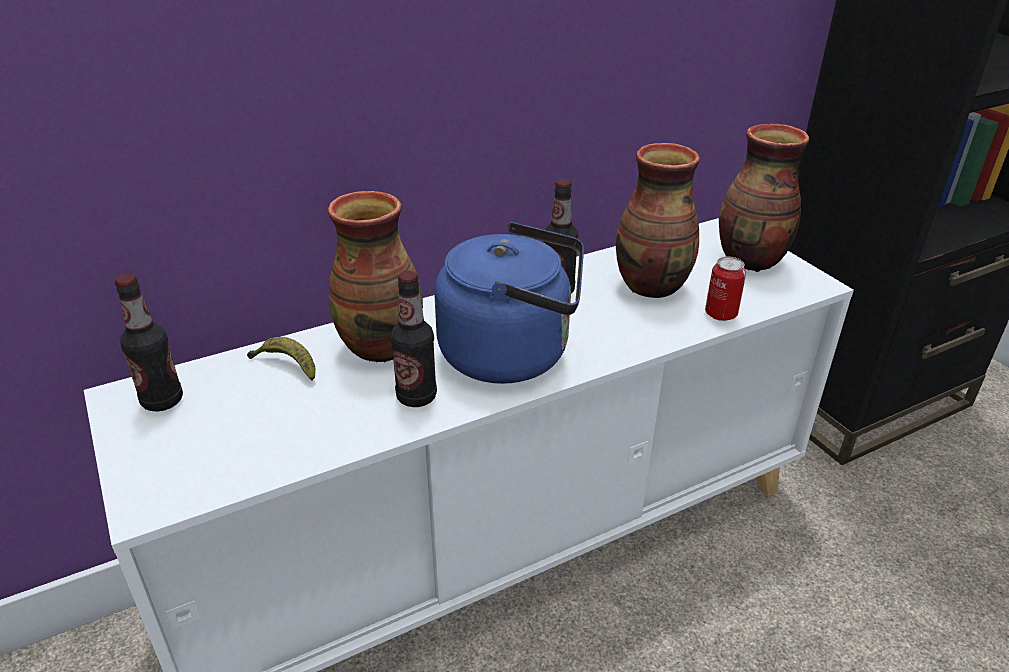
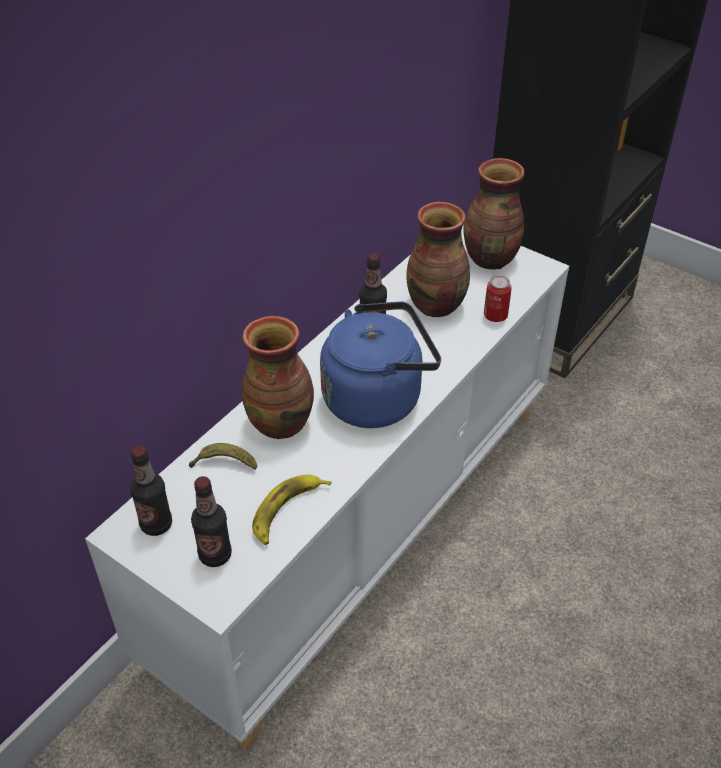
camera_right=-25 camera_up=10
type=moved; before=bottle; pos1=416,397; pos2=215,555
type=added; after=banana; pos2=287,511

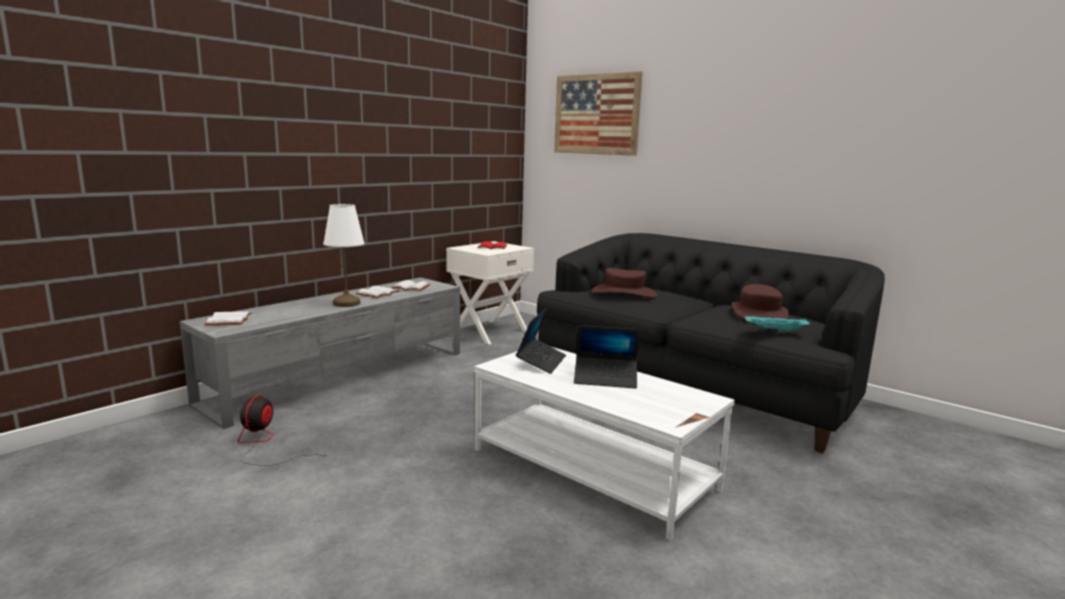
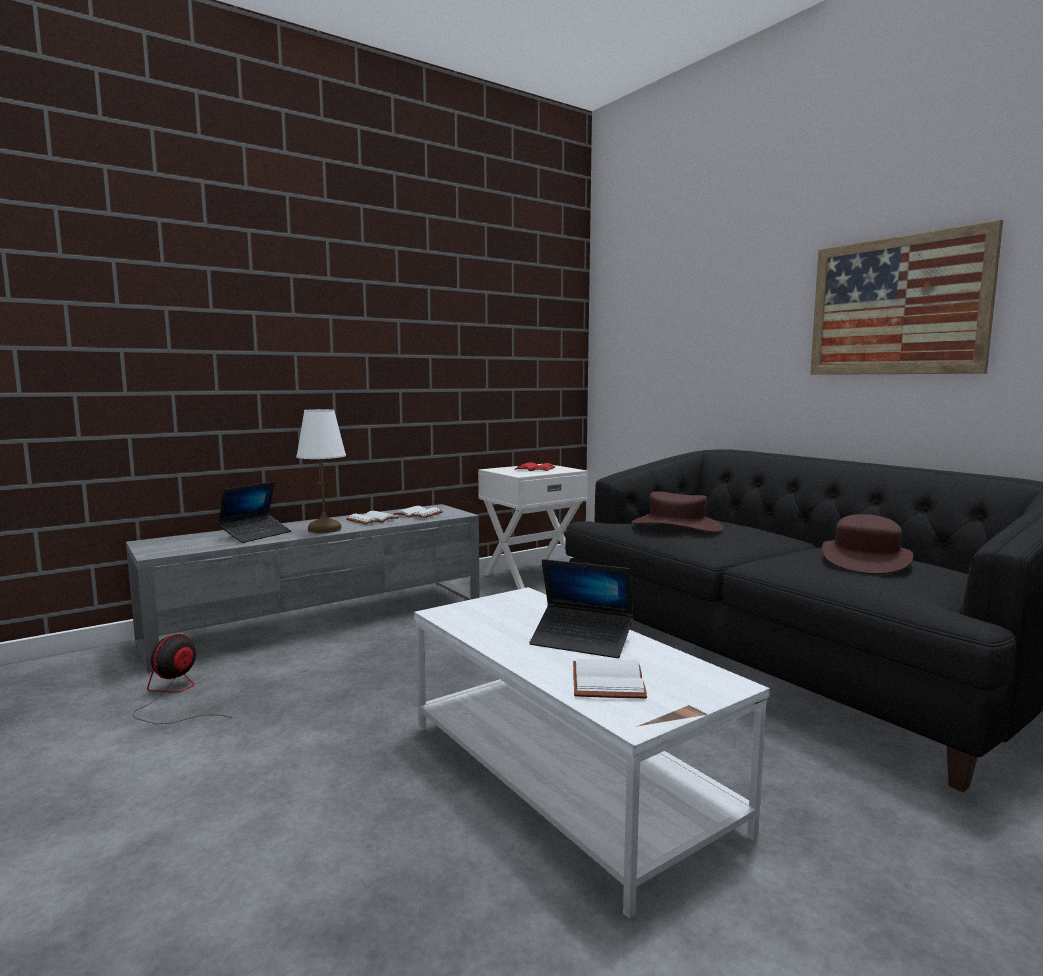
camera_right=15 camera_up=-5
type=moved; before=laptop; pos1=541,362; pos2=256,535
type=moved; before=book/white; pos1=227,320; pos2=605,681
type=moved; before=picture; pos1=596,114; pos2=897,306
type=removed; before=tray/turquoise; pos1=775,331

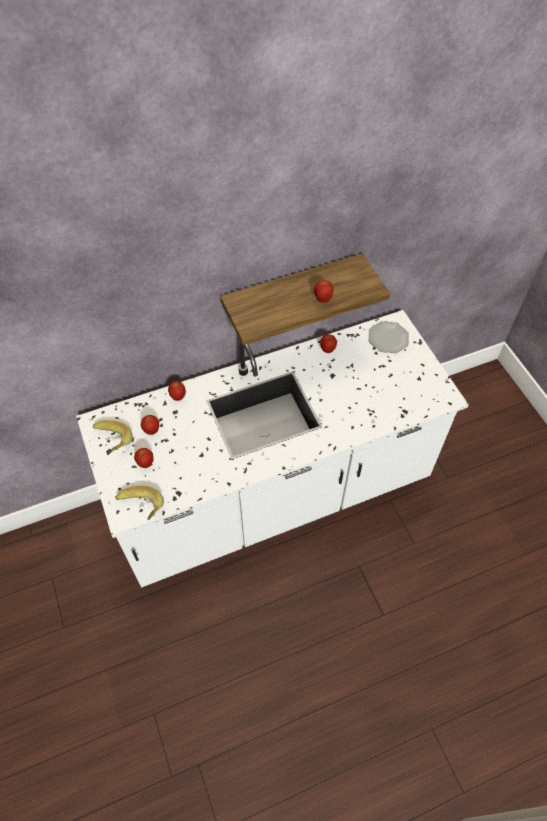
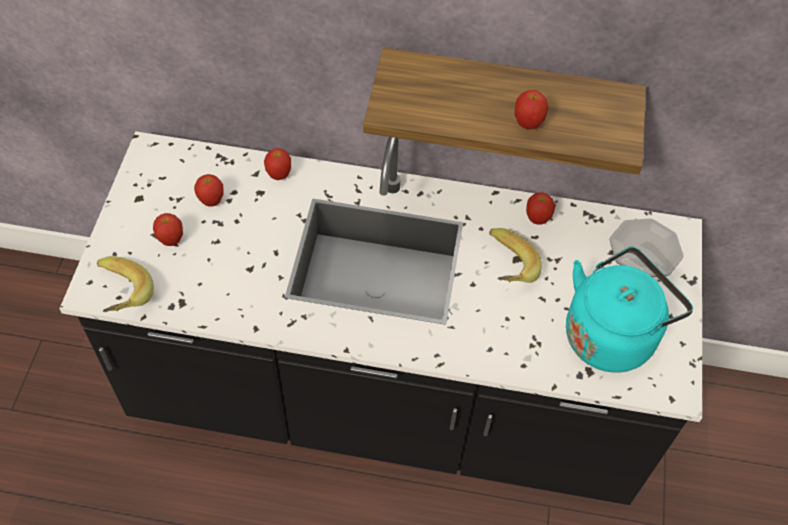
camera_right=30 camera_up=0
type=recoloured; before=counter/white; after=counter/black; pos1=273,495; pos2=387,398
type=moved; before=banana; pos1=112,443; pos2=504,269
type=added; after=kettle/turquoise; pos2=612,333

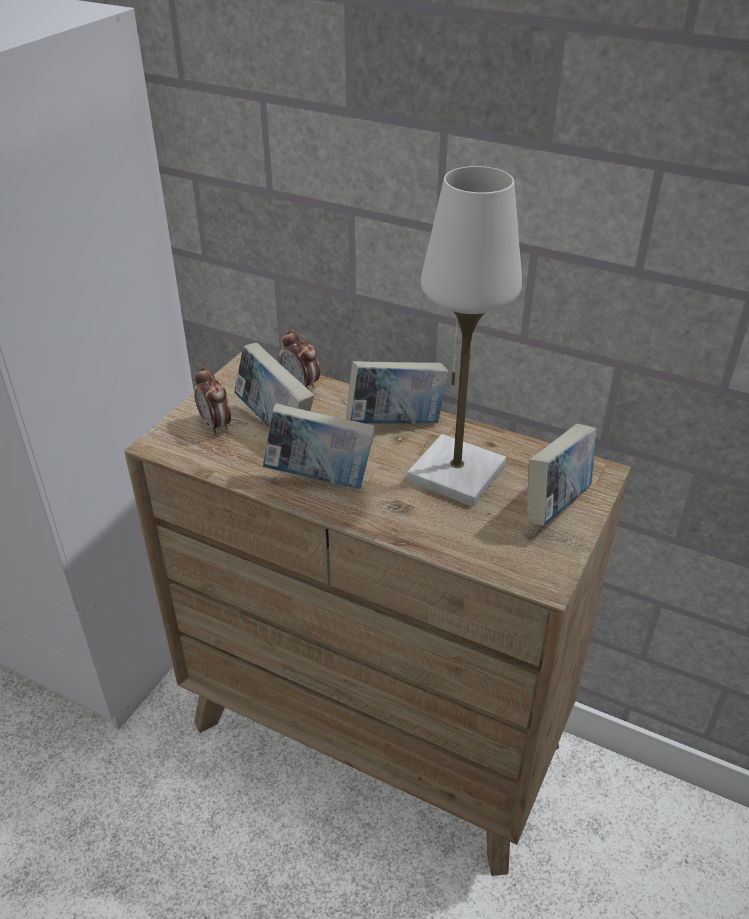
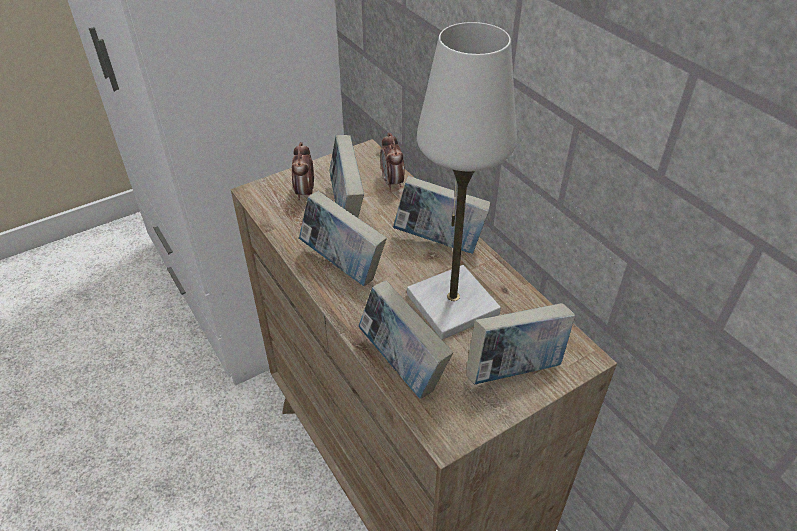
camera_right=30 camera_up=5
type=added; after=book; pos2=402,366

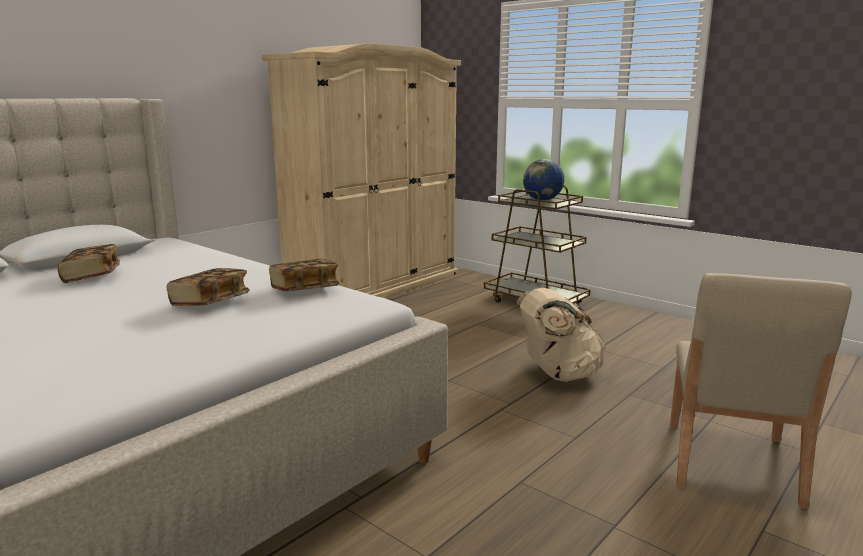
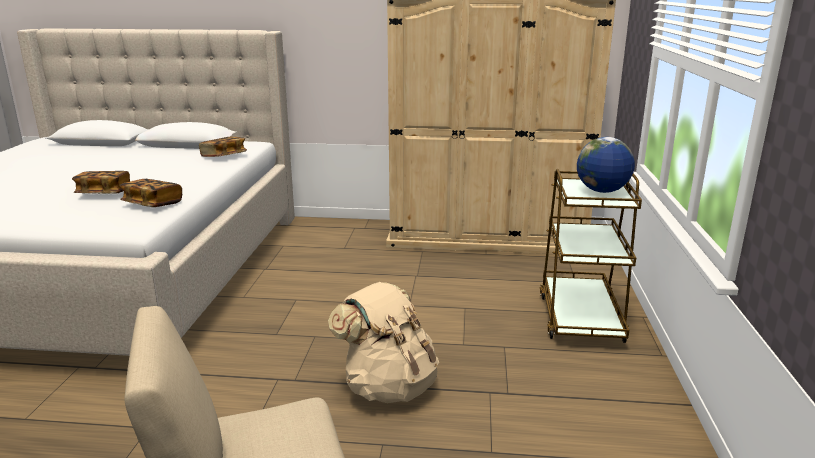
camera_right=55 camera_up=5
type=moved; before=book; pos1=92,276; pos2=224,156

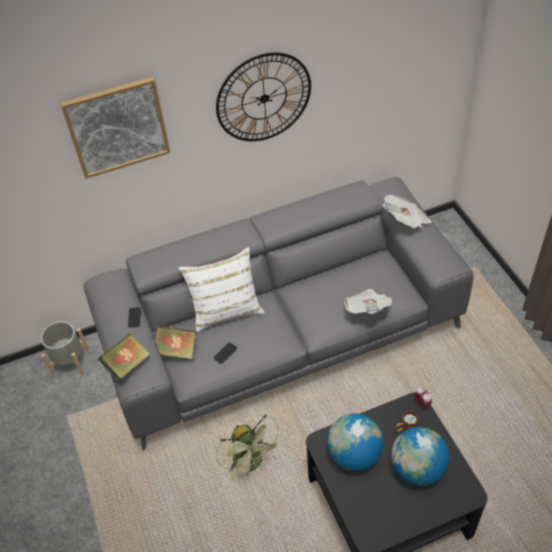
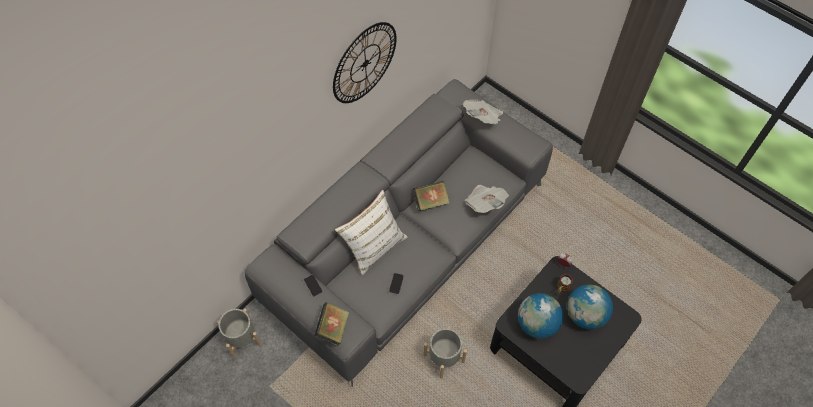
camera_right=-30 camera_up=10
type=moved; before=book; pos1=176,350; pos2=431,201
type=replaced; before=fan/green; after=planter/grey; pos1=252,463; pos2=443,358
type=removed; before=picture; pos1=117,127

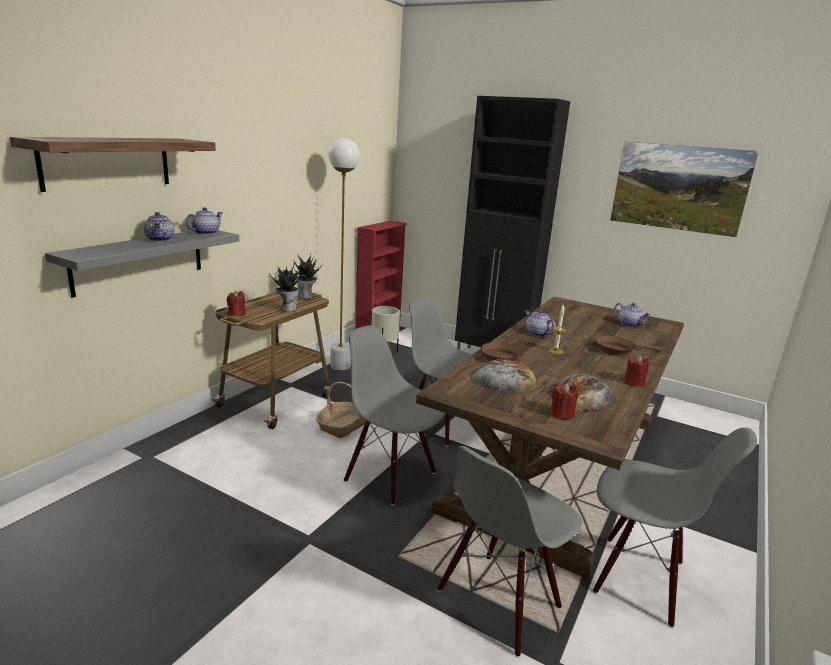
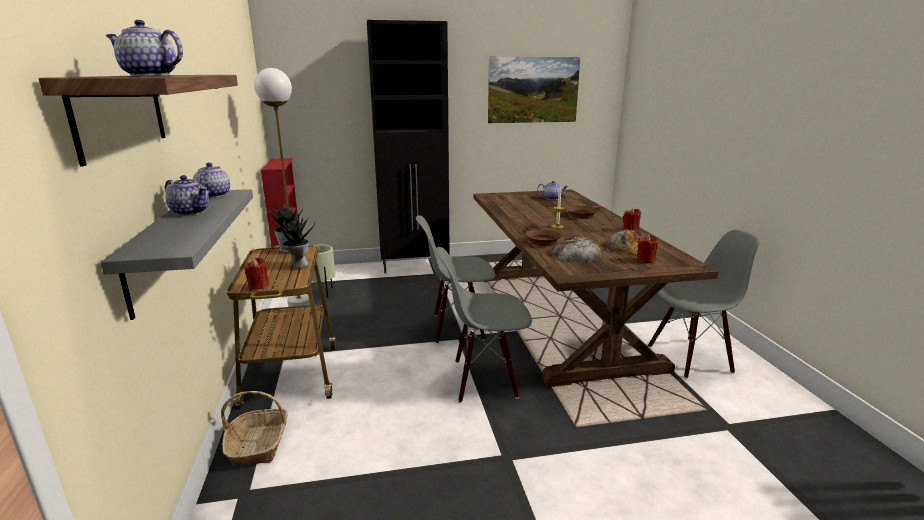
camera_right=-40 camera_up=0
type=moved; before=teapot; pos1=537,333; pos2=149,76
type=moved; before=basket; pos1=344,425; pos2=259,444
type=removed; before=chair/grey; pos1=499,601

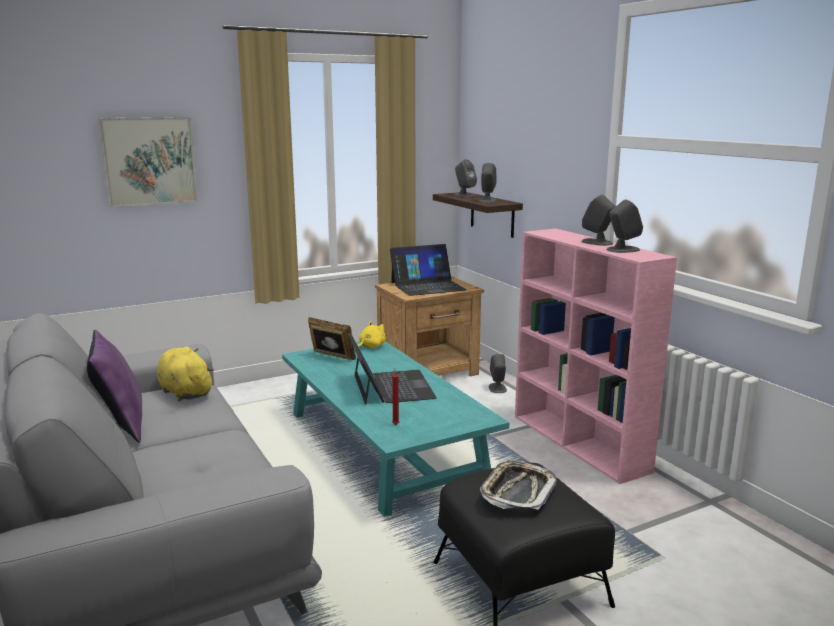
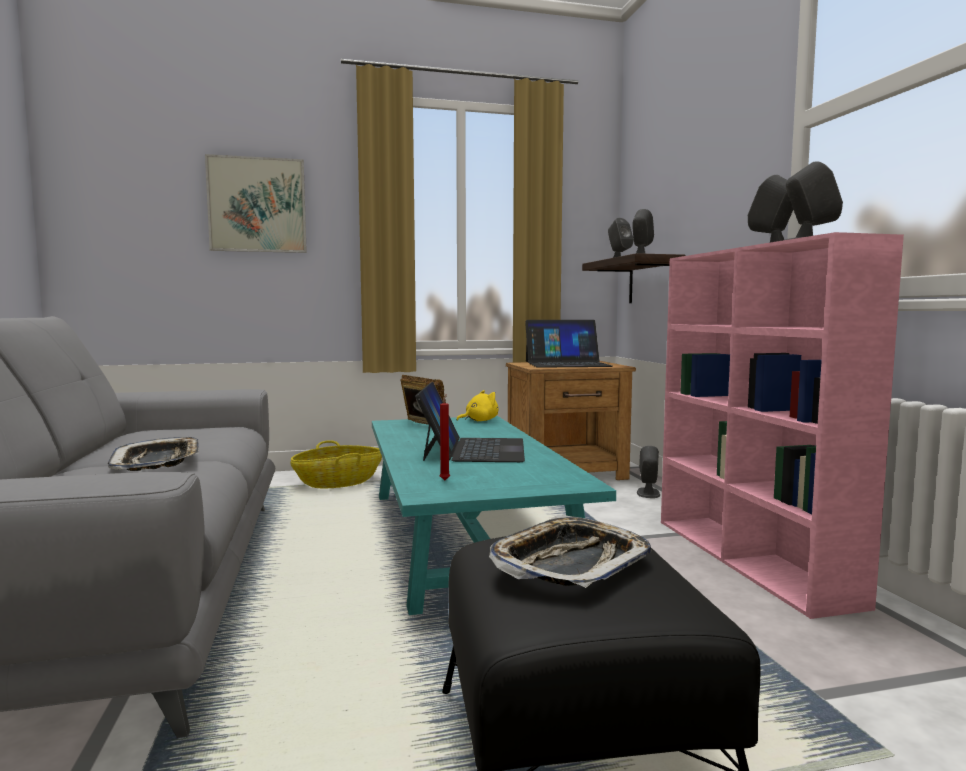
camera_right=15 camera_up=-10
type=added; after=tray; pos2=158,462
type=added; after=basket; pos2=338,482
type=removed; before=pillow/purple; pos1=121,425
type=removed; before=plush toy/yellow; pos1=185,392

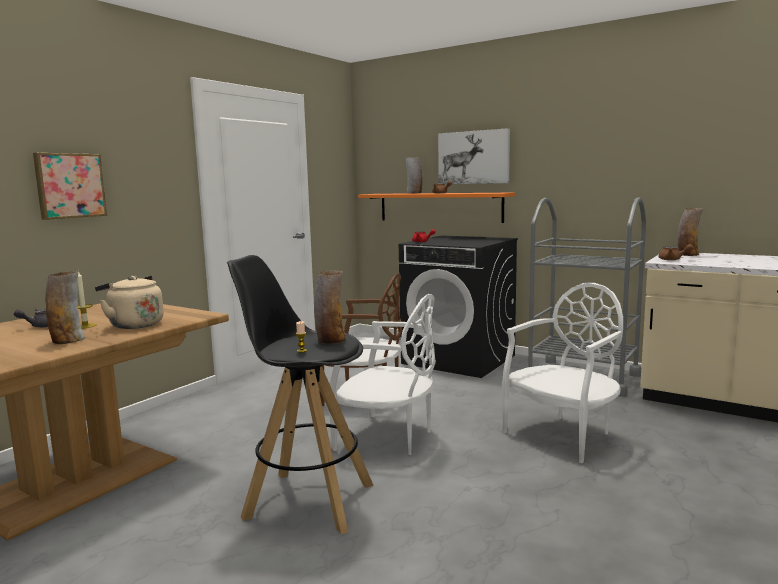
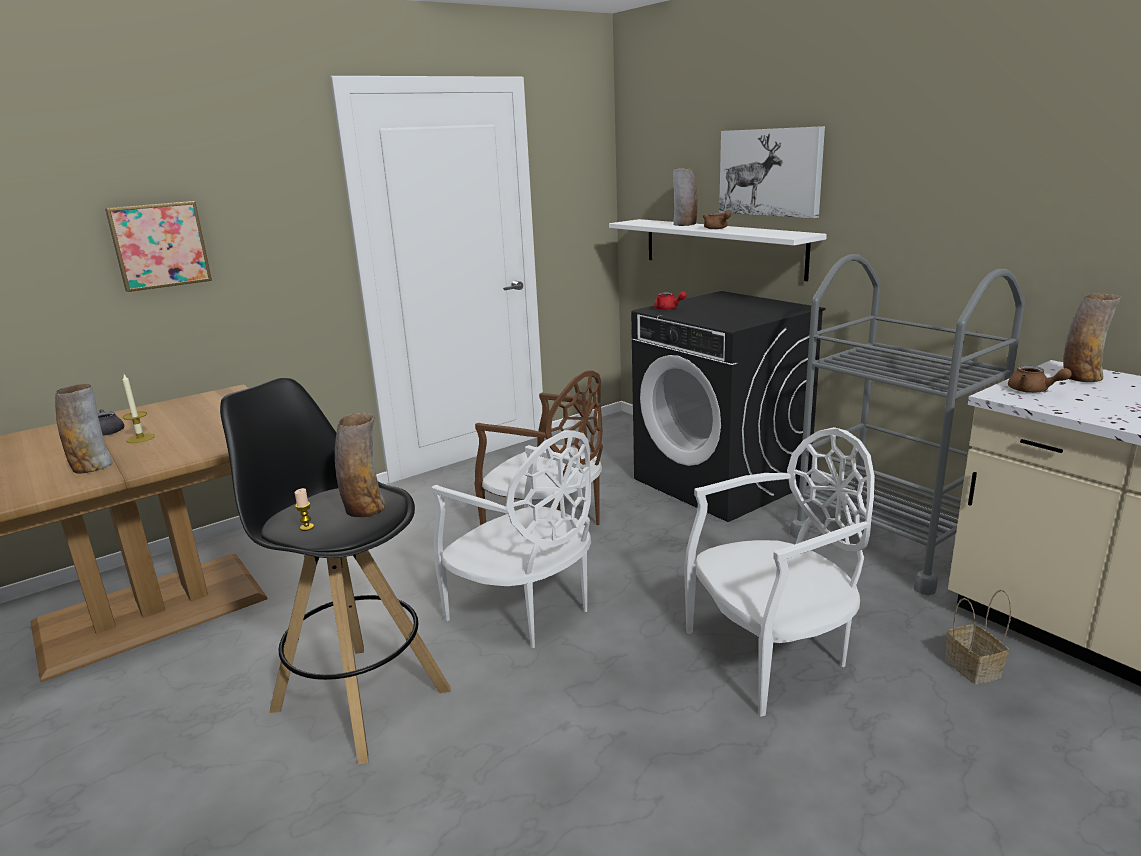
camera_right=20 camera_up=10
type=recoloured; before=shelf/orange; after=shelf/white; pos1=439,207; pos2=721,247
type=added; after=basket; pos2=974,668
type=removed; before=kettle/beige; pos1=134,325

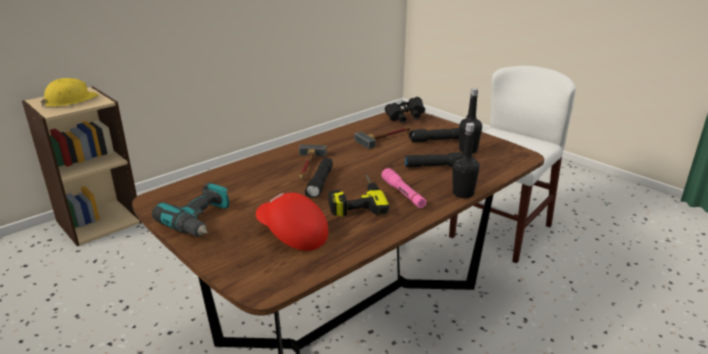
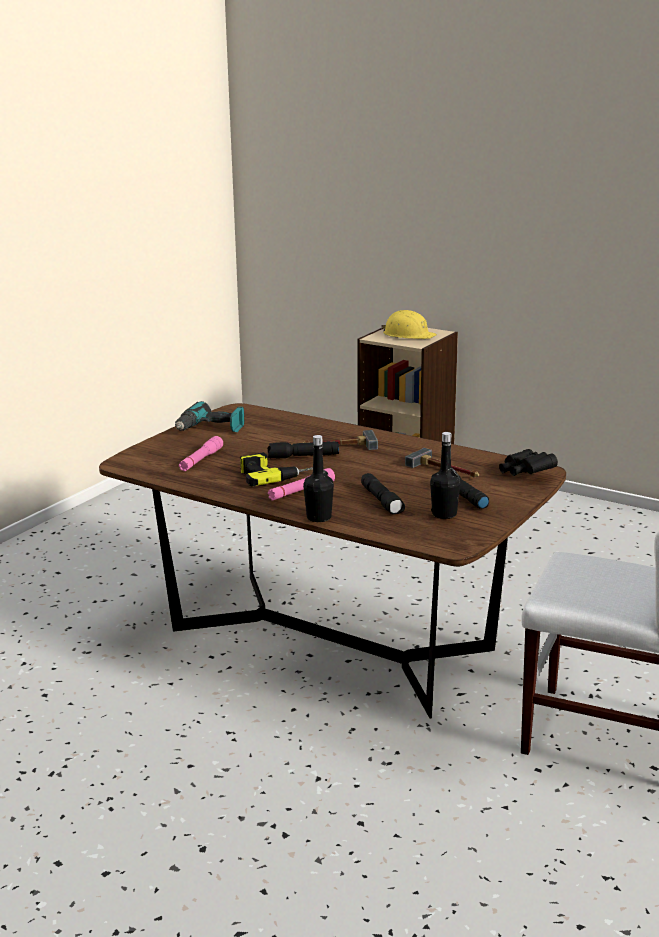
camera_right=75 camera_up=-5
type=replaced; before=cap/red; after=flashlight/pink; pos1=292,235; pos2=201,460

